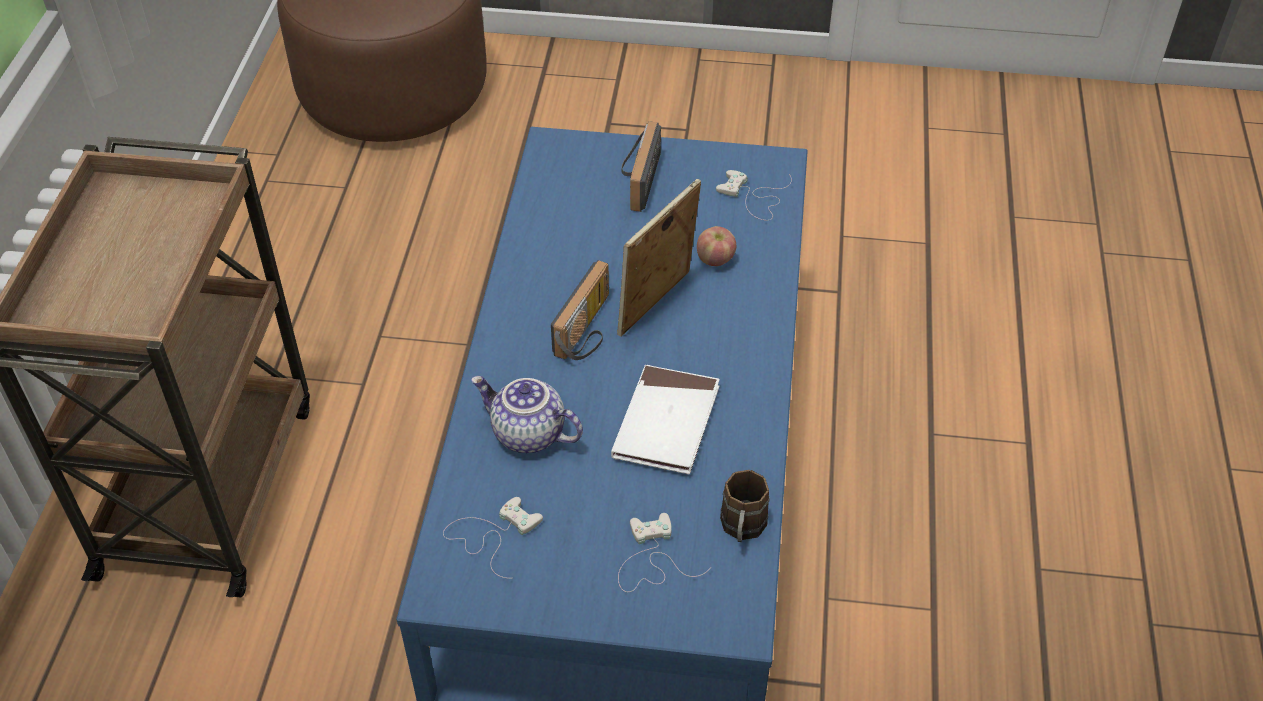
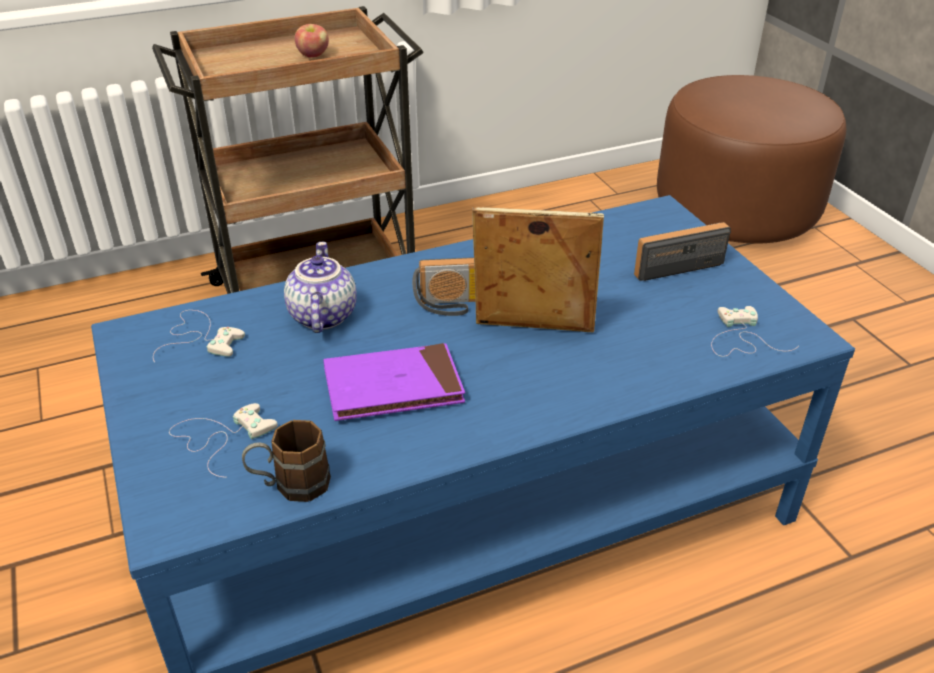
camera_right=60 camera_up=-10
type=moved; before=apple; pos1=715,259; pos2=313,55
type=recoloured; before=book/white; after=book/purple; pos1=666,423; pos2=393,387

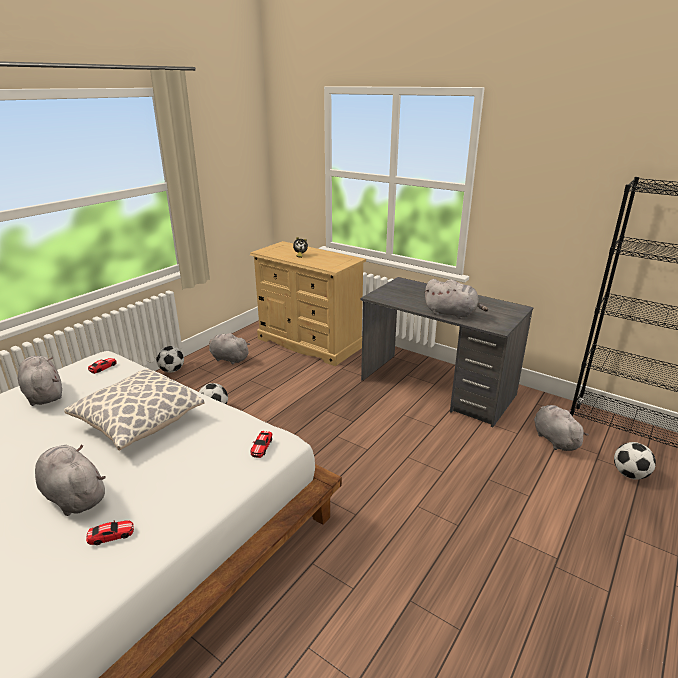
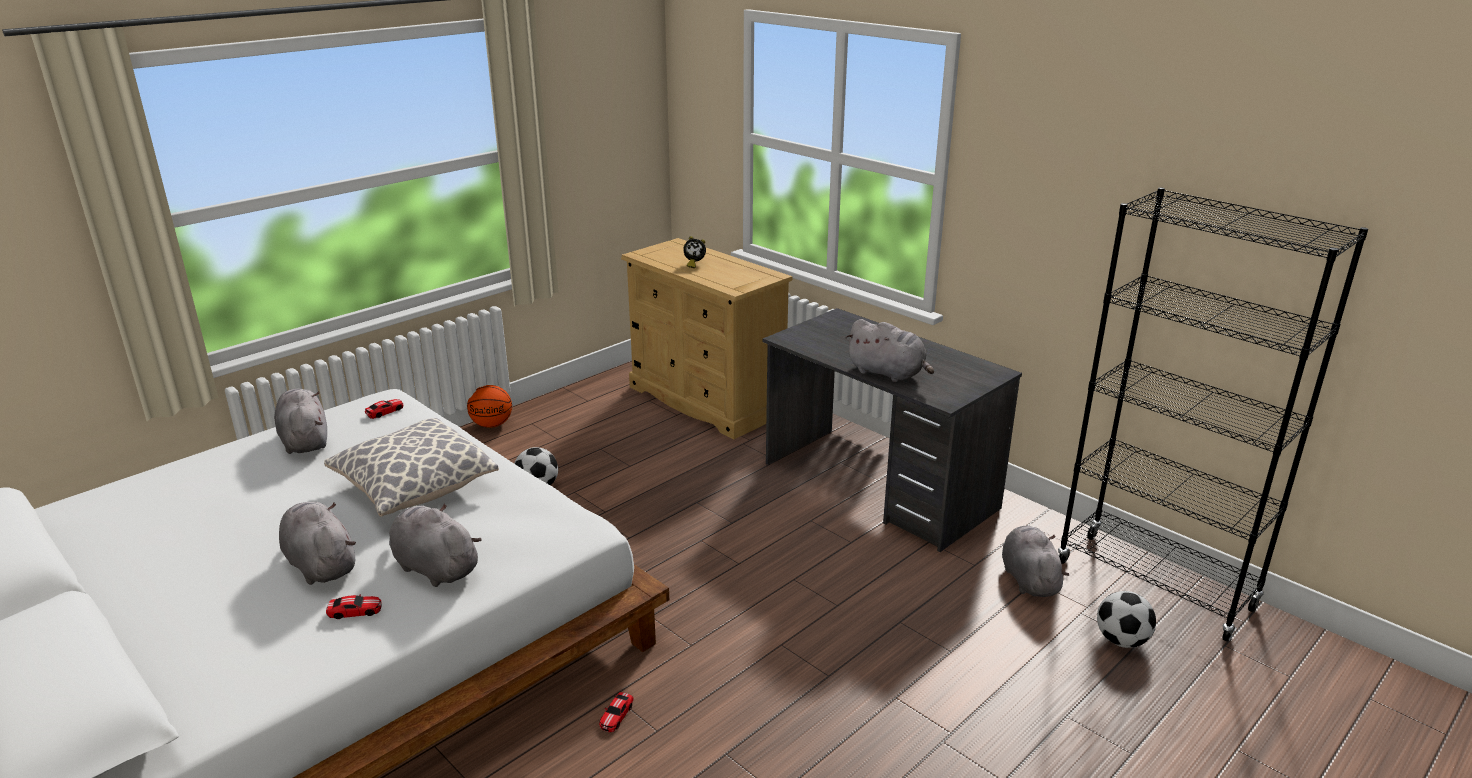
camera_right=10 camera_up=0
type=moved; before=plush toy/grey; pos1=228,358; pos2=434,567
type=replaced; before=football; after=basketball; pos1=172,370; pos2=492,425
type=moved; before=toy car; pos1=262,446; pos2=617,715

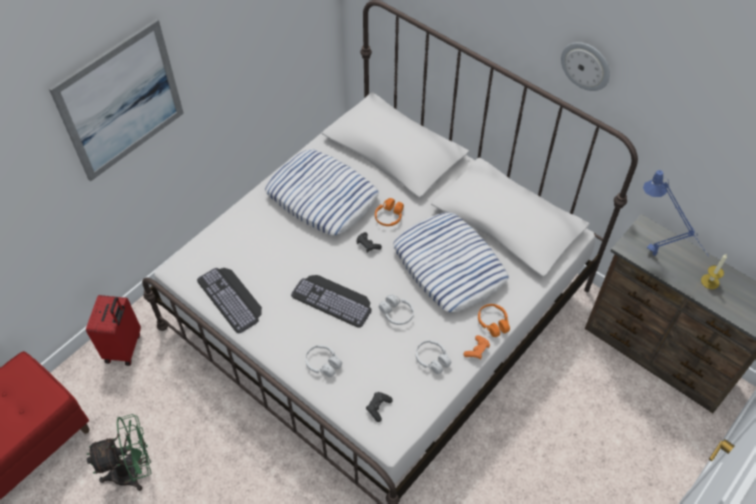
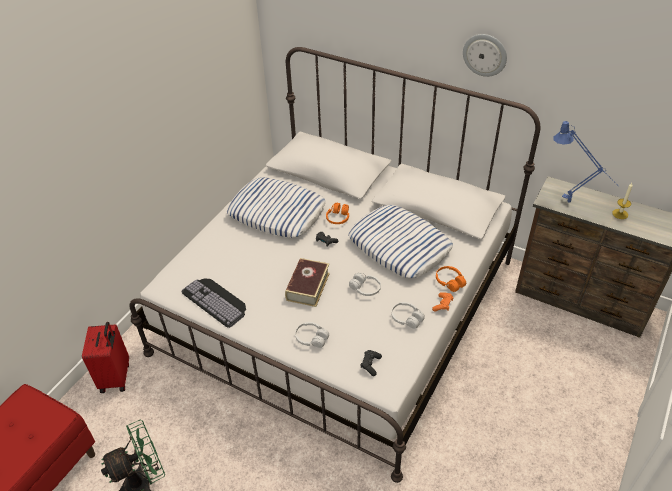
camera_right=-10 camera_up=-10
type=replaced; before=keyboard; after=book; pos1=334,299; pos2=308,286
type=removed; before=picture; pos1=121,101

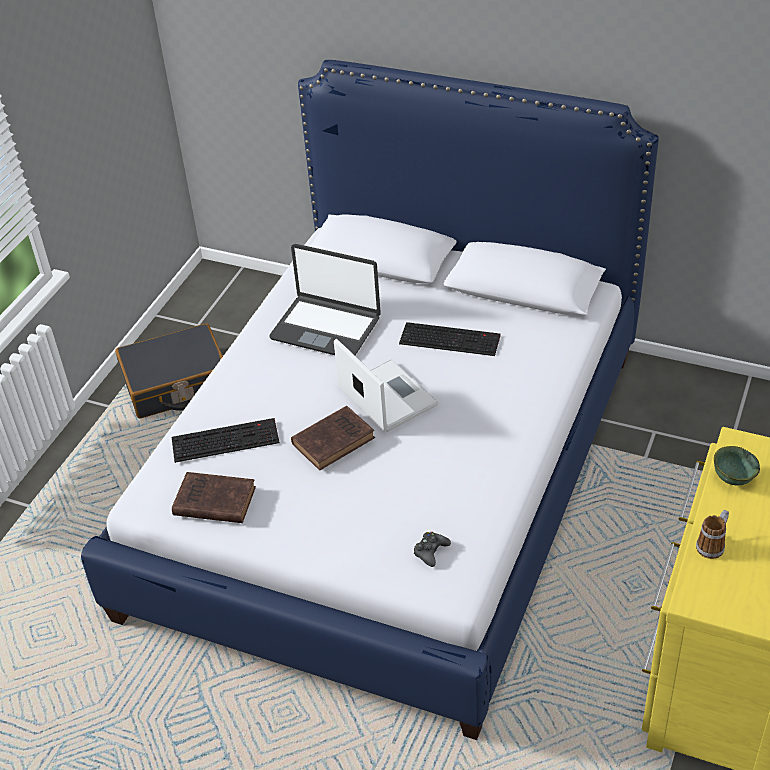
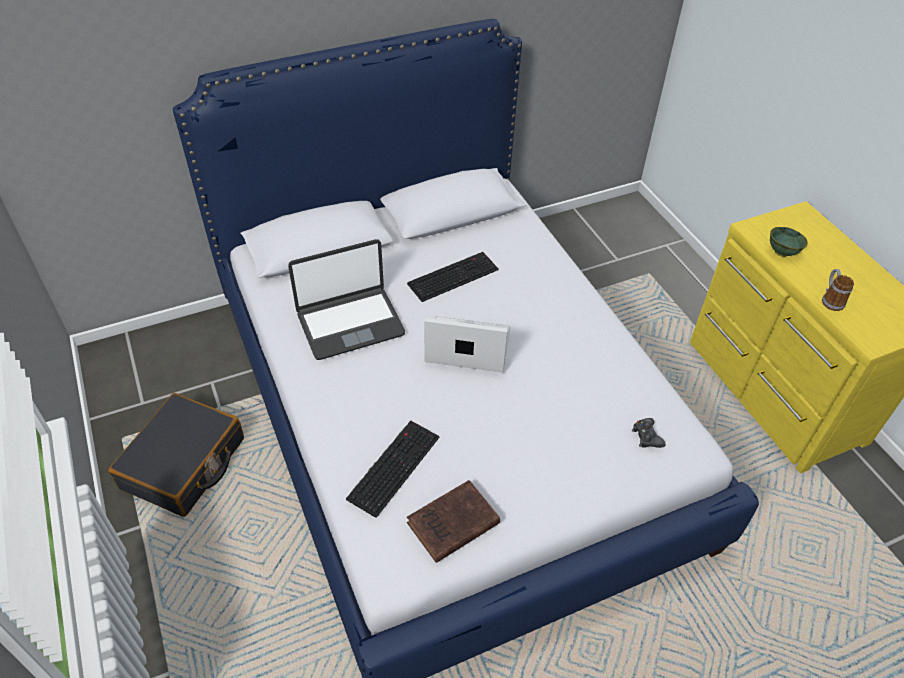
camera_right=-50 camera_up=5
type=removed; before=book/brown; pos1=335,440

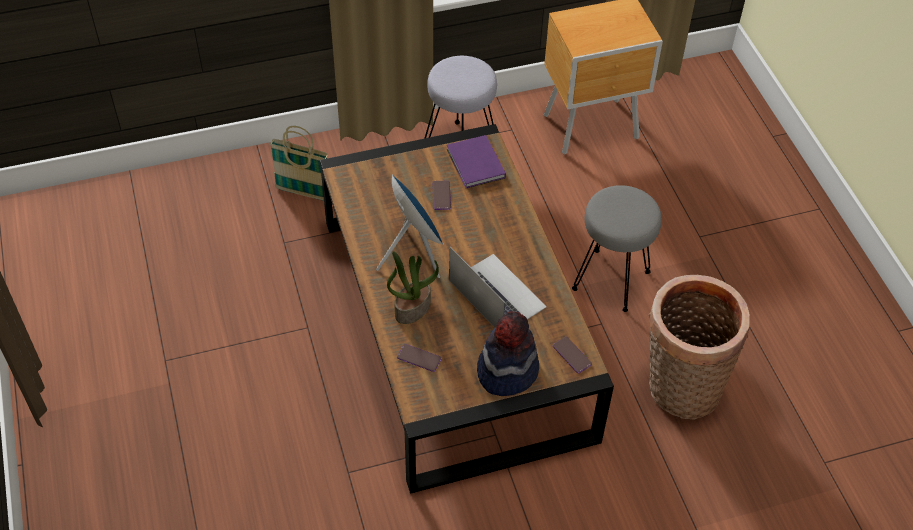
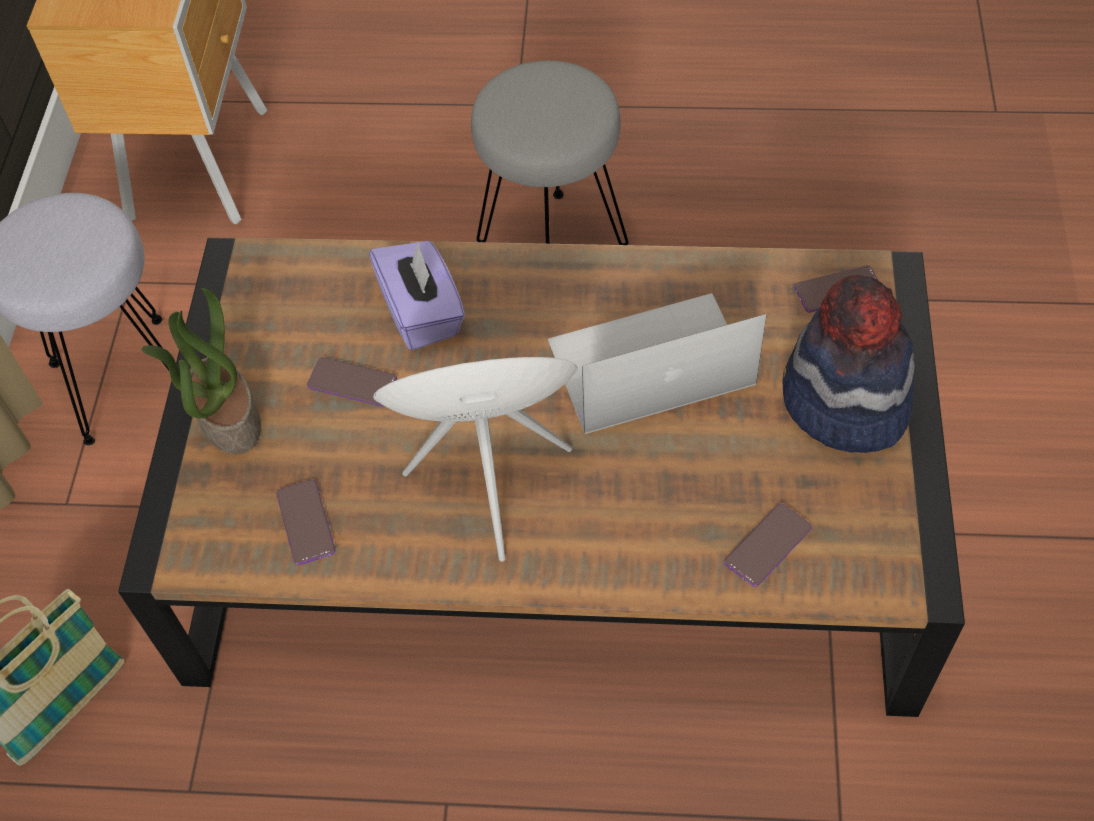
camera_right=-65 camera_up=5
type=moved; before=potted plant; pos1=412,308; pos2=227,418
type=added; after=phone; pos2=305,522
type=added; after=tissue box/purple; pos2=422,313
type=removed; before=book/purple; pos1=475,165
type=removed; before=basket; pos1=679,388

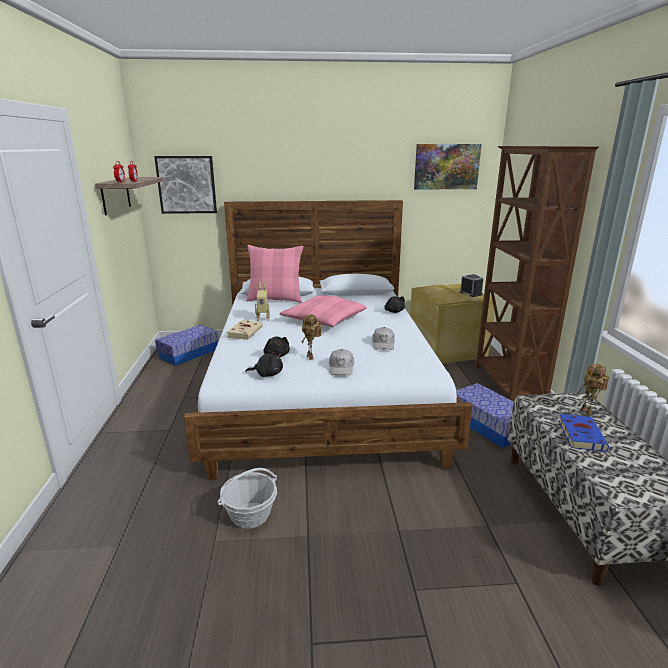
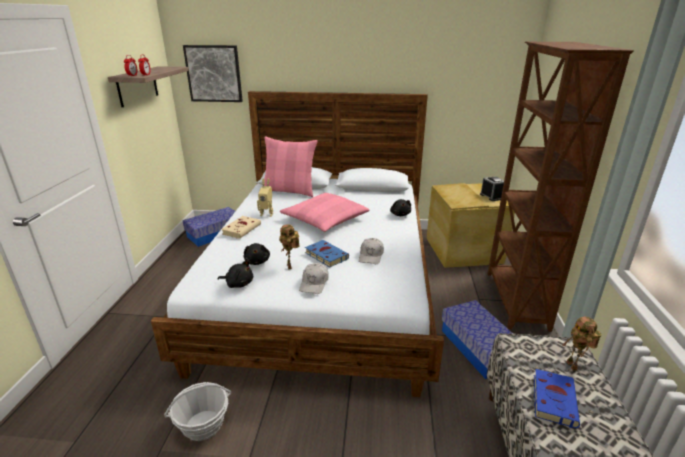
camera_right=10 camera_up=5
type=added; after=book/blue; pos2=325,255
type=removed; before=picture; pos1=446,166

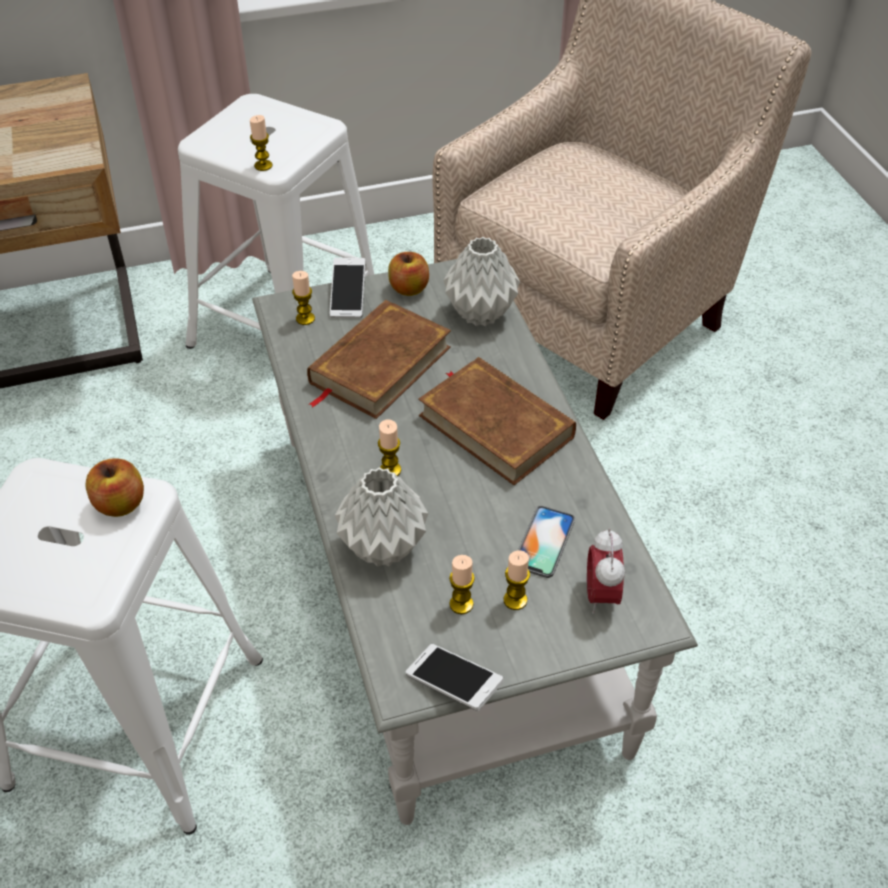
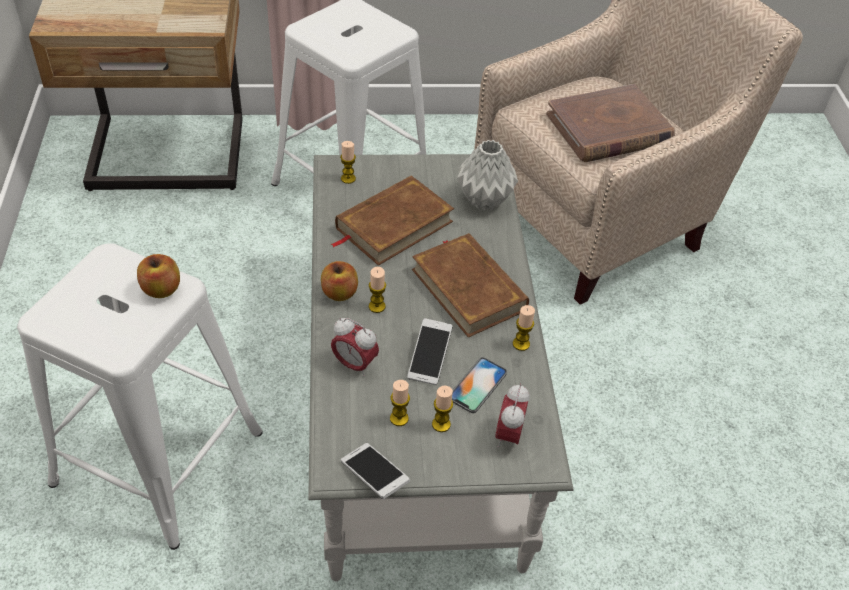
camera_right=10 camera_up=0
type=moved; before=apple; pos1=409,288; pos2=339,293
type=replaced; before=vase/grey; after=alarm clock; pos1=385,548; pos2=354,364
type=moved; before=phone; pos1=348,296; pos2=429,358
type=moved; before=candle; pos1=263,166; pos2=521,344
type=added; after=book/brown; pos2=608,129

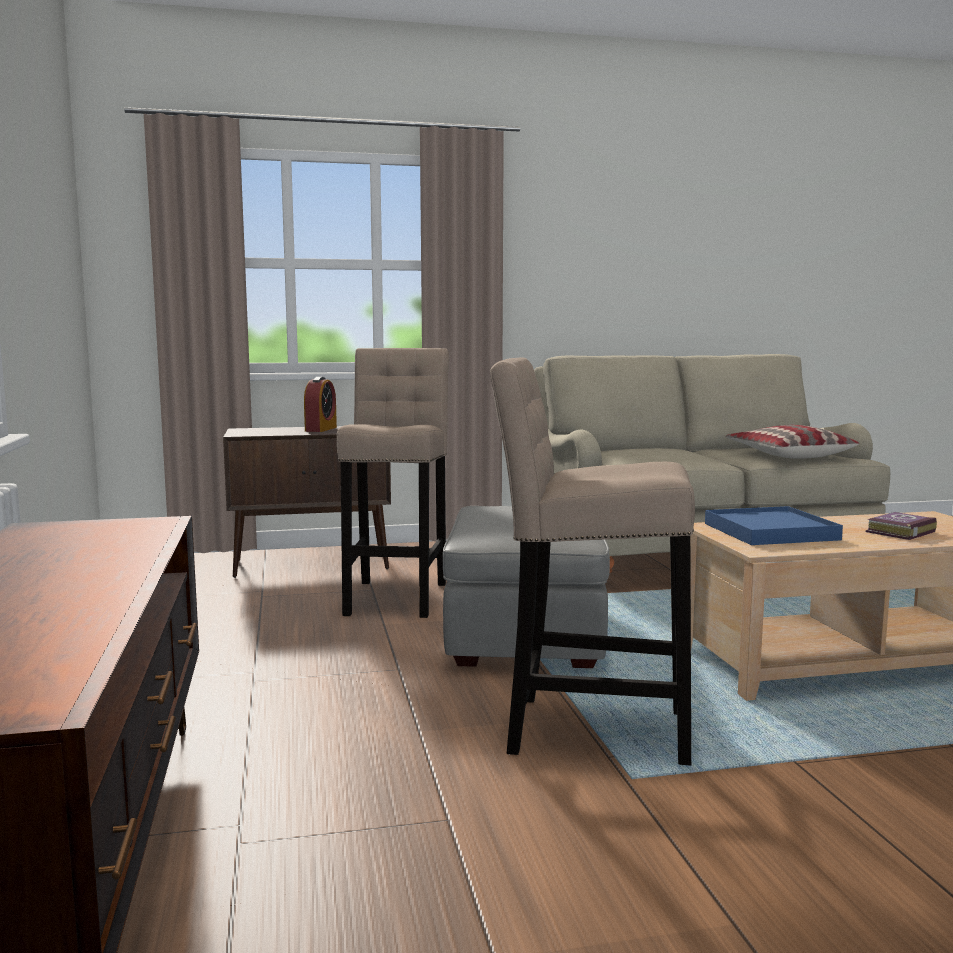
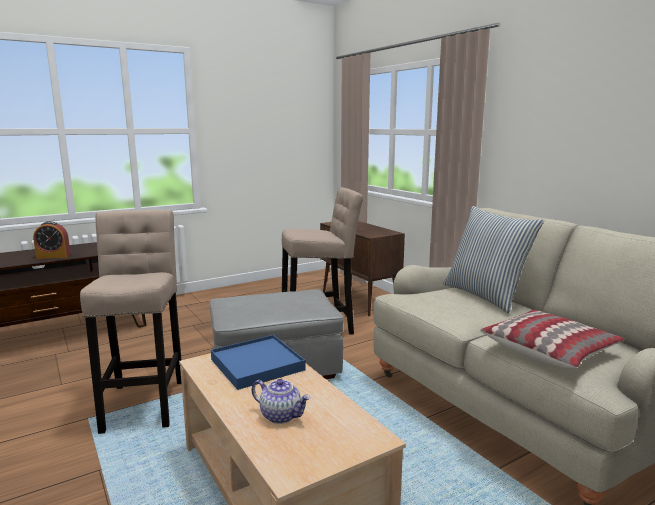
camera_right=70 camera_up=5
type=moved; before=alarm clock; pos1=321,429; pos2=53,256
type=replaced; before=book; after=teapot; pos1=898,532; pos2=281,415
type=added; after=pillow; pos2=485,296

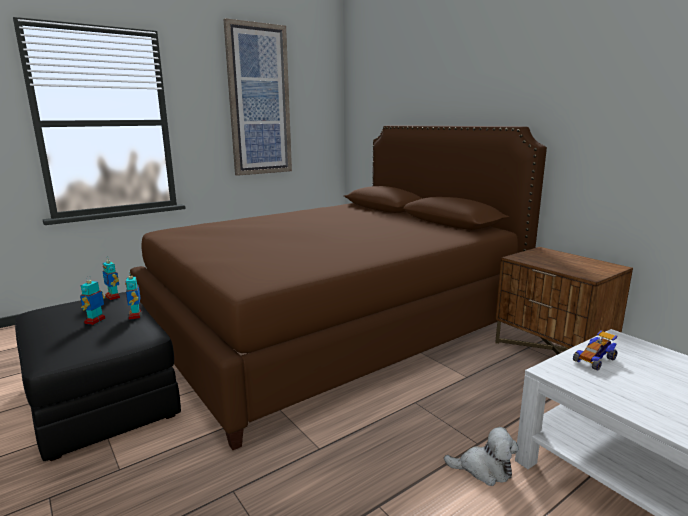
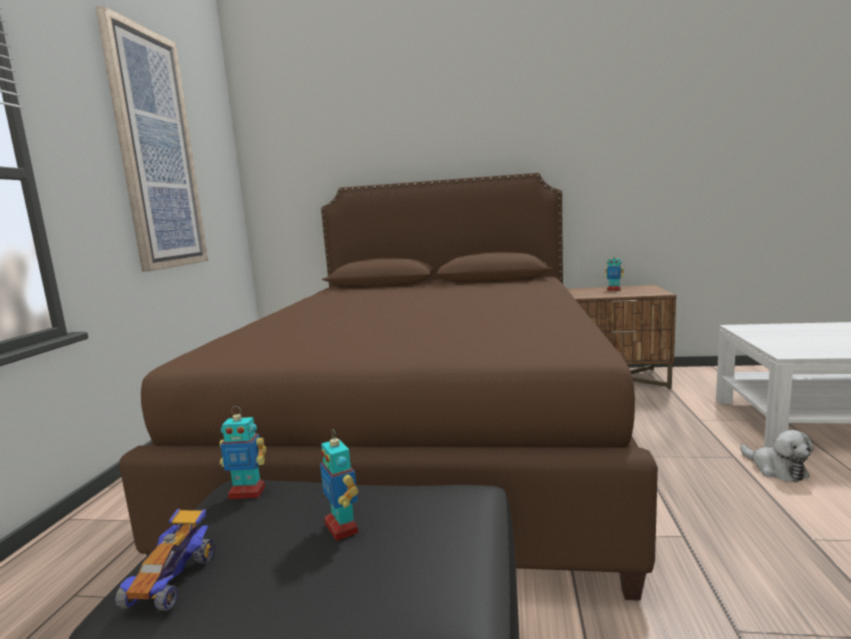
camera_right=-45 camera_up=-5
type=moved; before=toy car; pos1=594,359; pos2=171,578
type=moved; before=toy robot; pos1=135,316; pos2=614,290
type=turned; before=plush toy; pos1=484,469; pos2=776,469; turn=105

